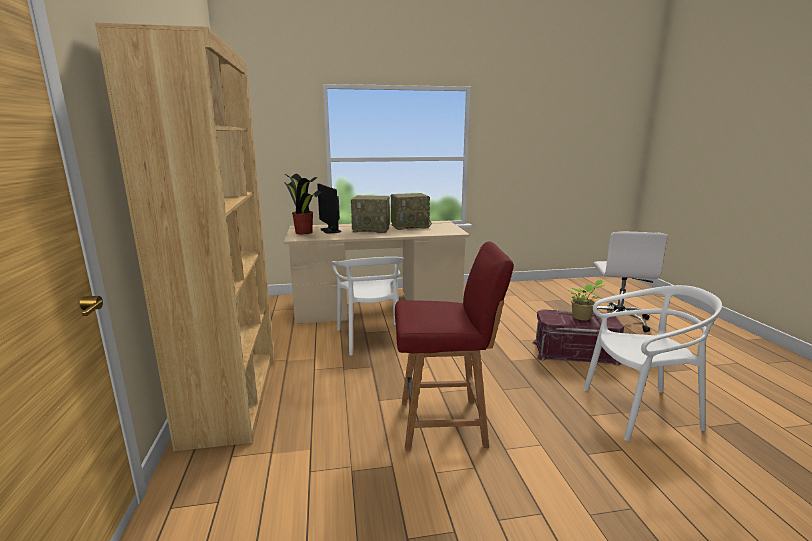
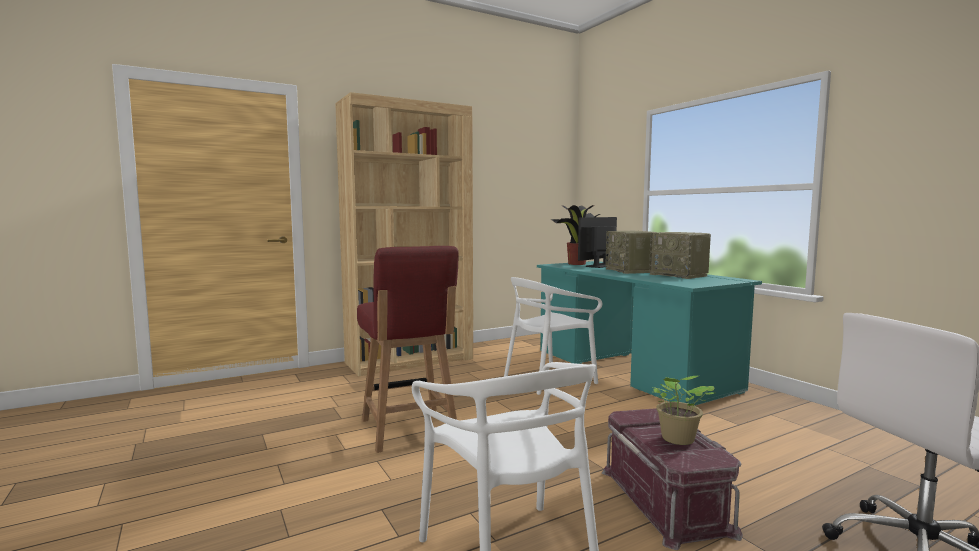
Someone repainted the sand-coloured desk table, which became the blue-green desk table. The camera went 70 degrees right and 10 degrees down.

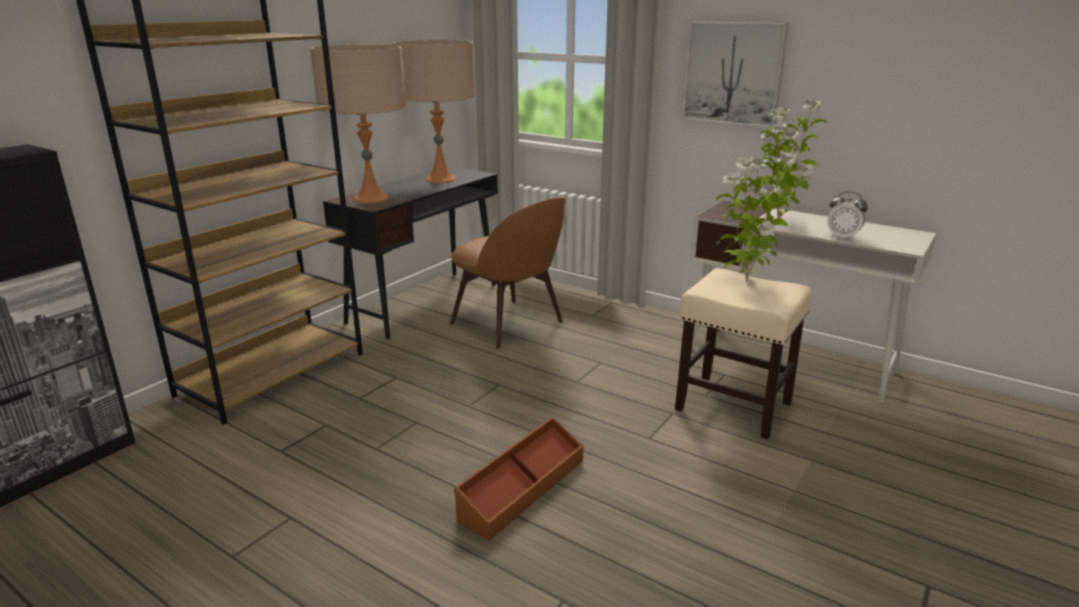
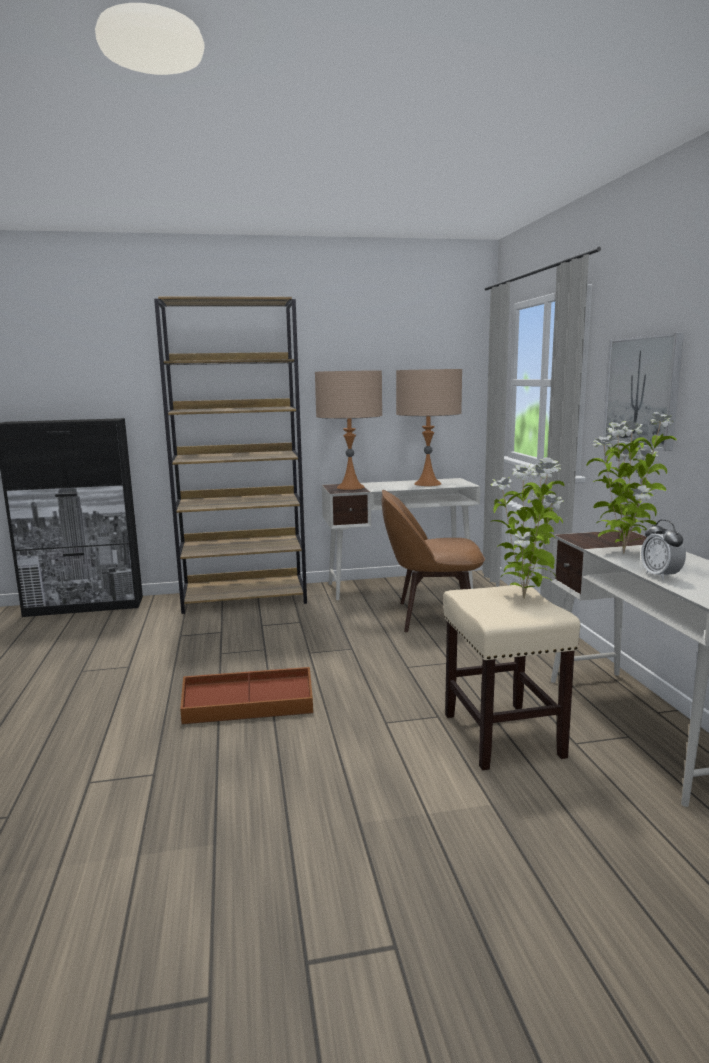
Someone repainted the blackish desk table, which became the white-coloured desk table (1st from left). Someone rotated the brown upright chair by 90 degrees clockwise. The camera went 45 degrees right and 10 degrees down.

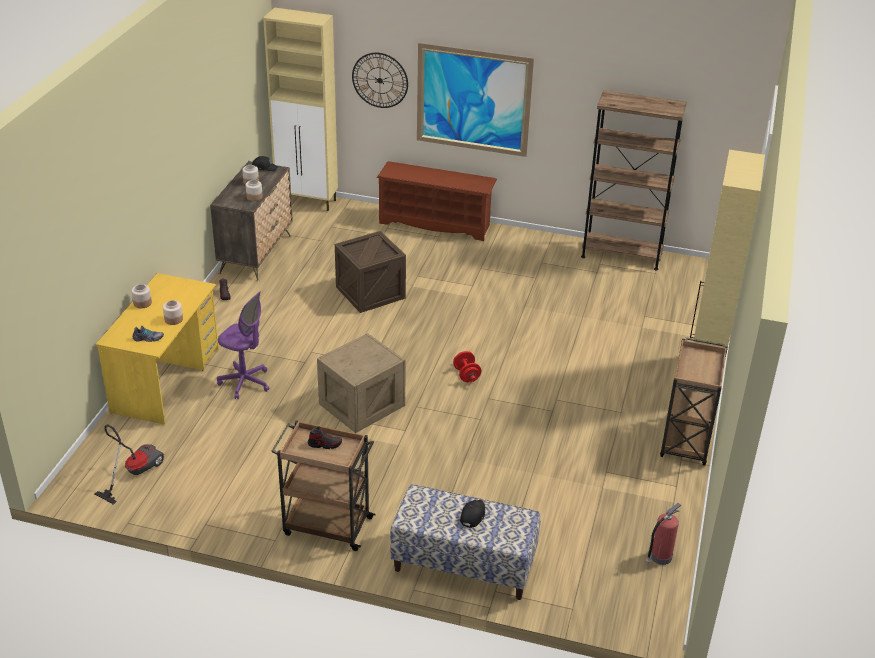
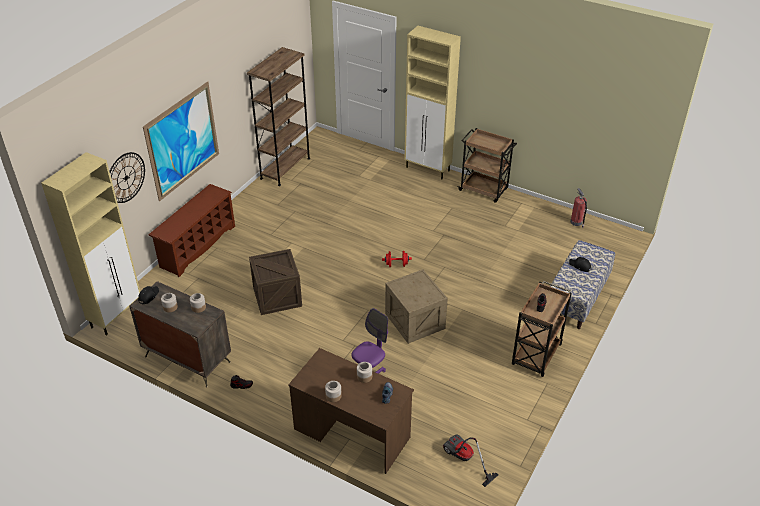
Someone repainted the yellow desk table, which became the brown desk table. The camera went 75 degrees left and 5 degrees up.

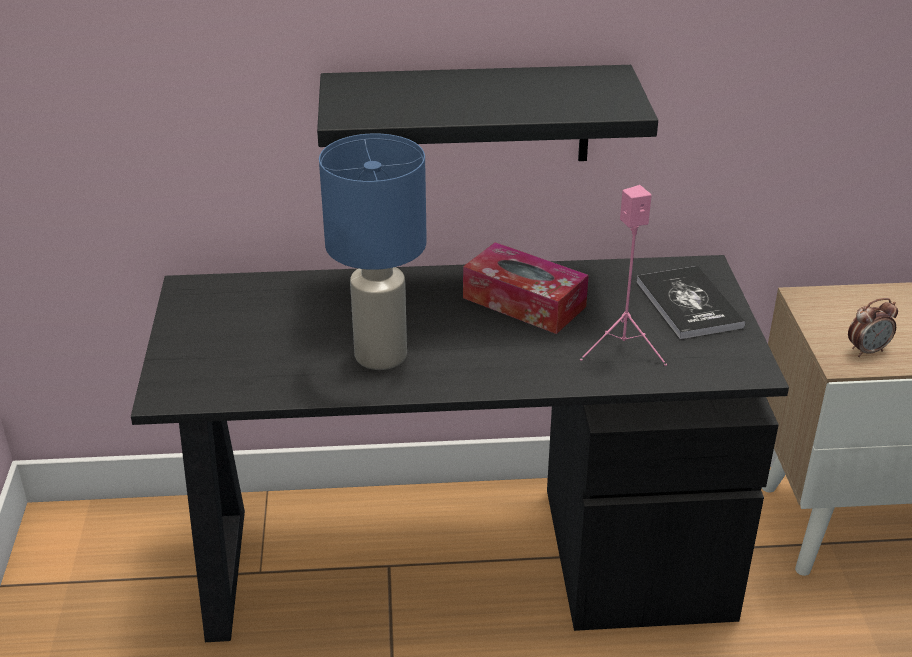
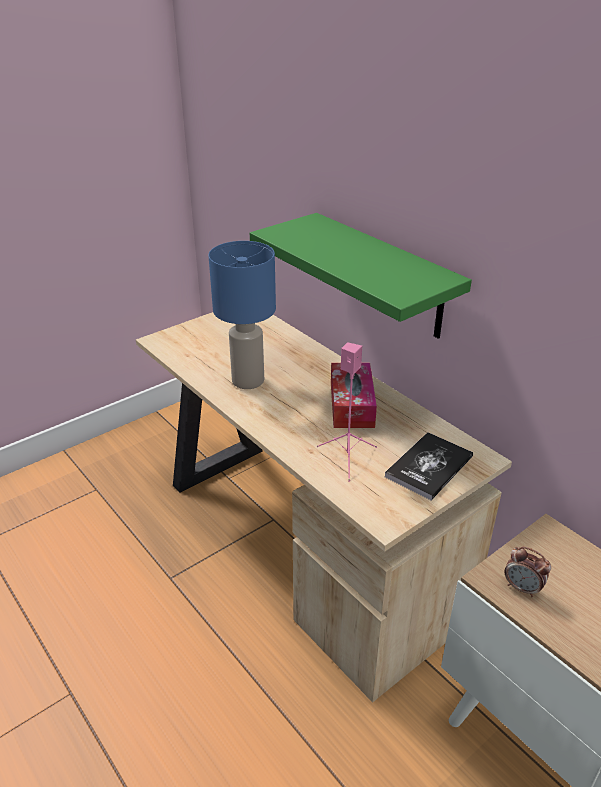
Someone repainted the blackish desk table, which became the sand-coloured desk table. Someone repainted the blackish wall shelf, which became the green wall shelf. The camera went 55 degrees right and 0 degrees up.

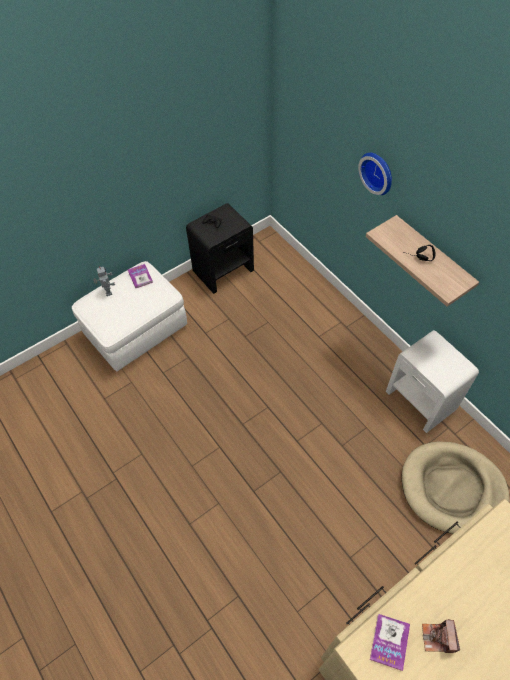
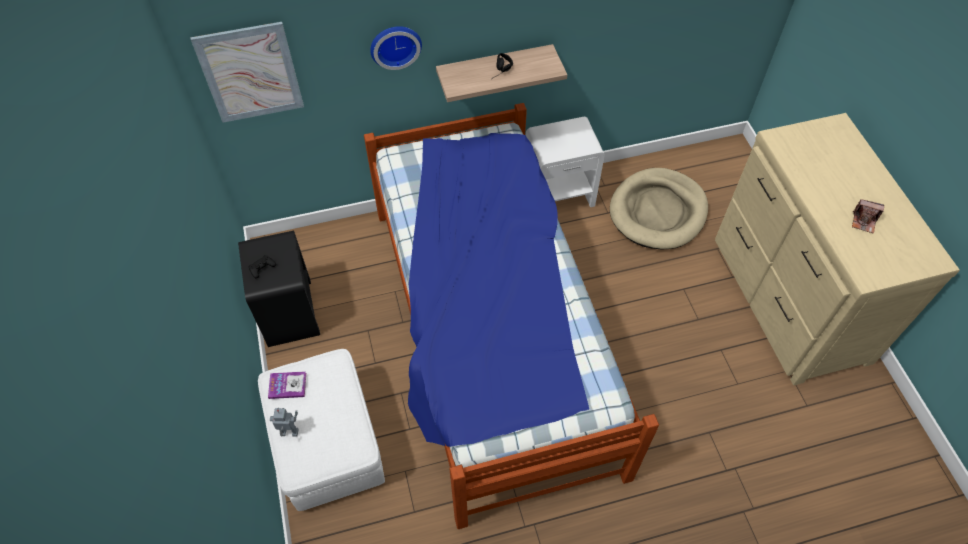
Someone took away the book (2nd from left). Someone put up the wall art. Someone put down the bed. The camera went 70 degrees left and 0 degrees up.

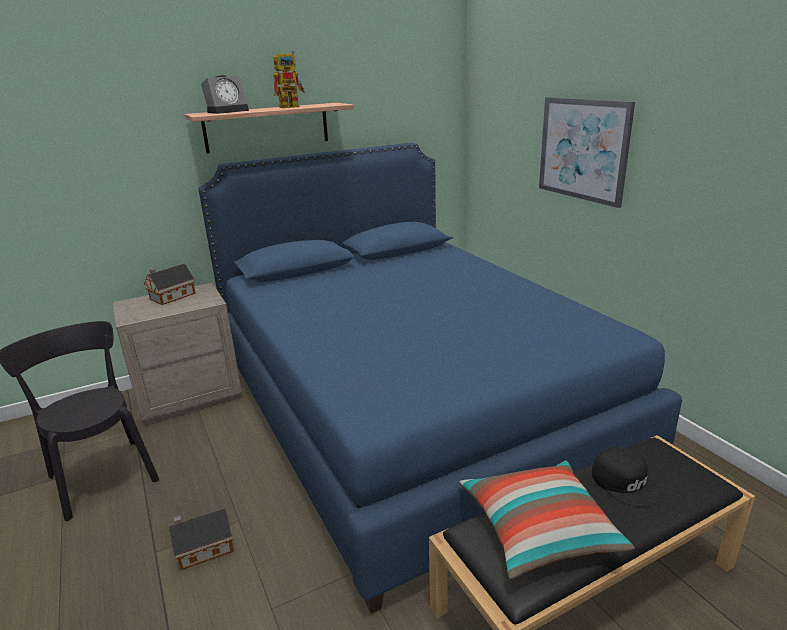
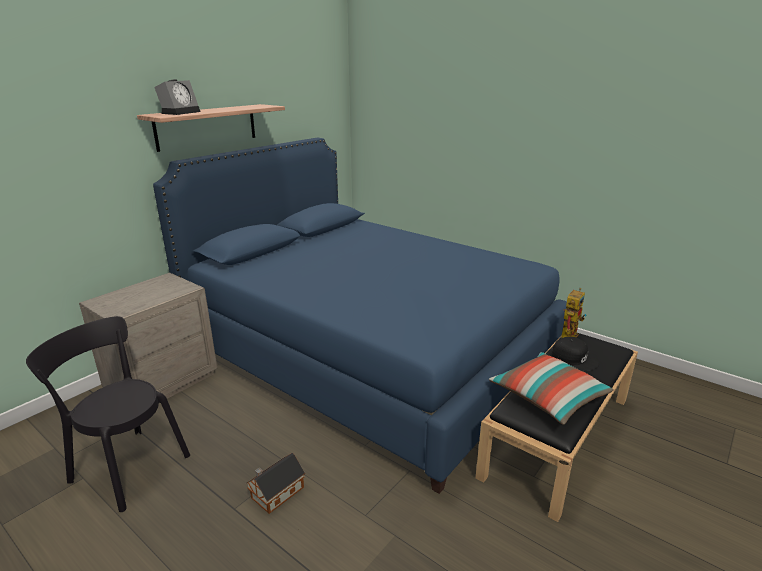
Someone took away the miniature house (1st from left). Someone took away the wall art. Someone carried the model robot. The camera went 25 degrees left and 0 degrees up.

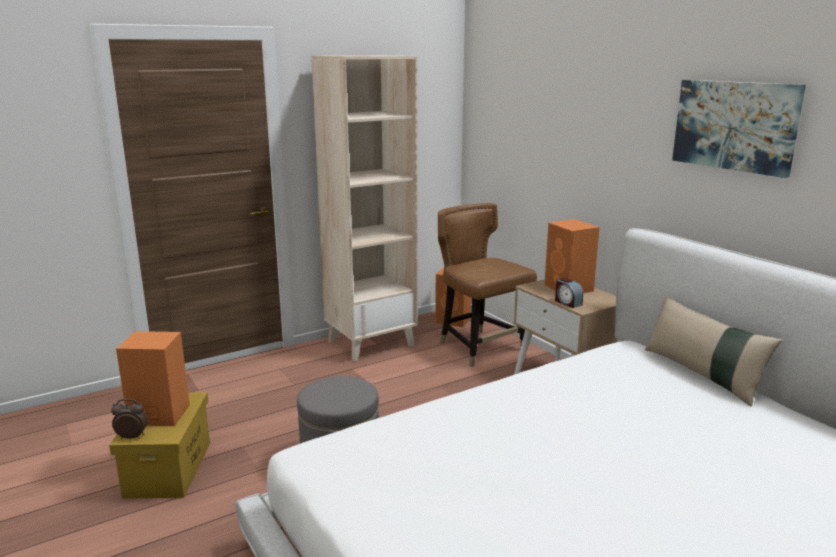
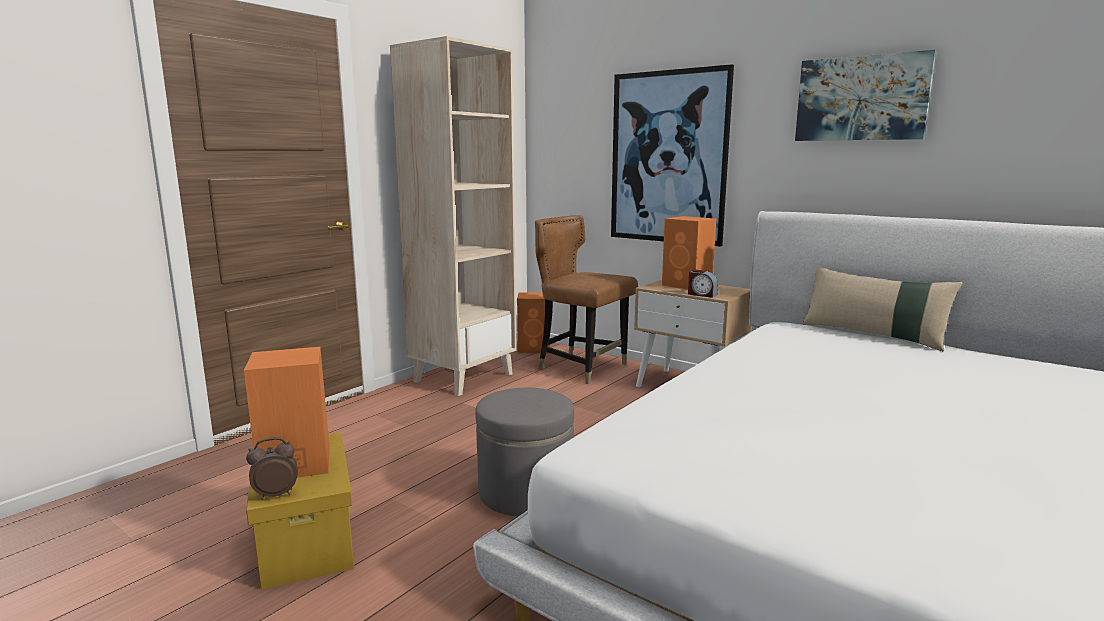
Someone put up the wall art (1st from left). The camera went 20 degrees left and 5 degrees down.

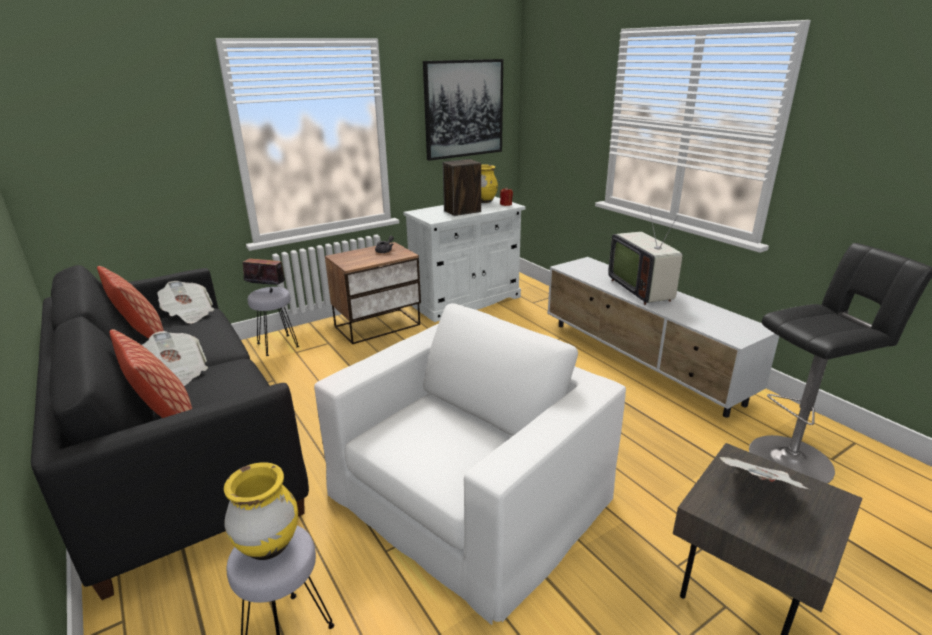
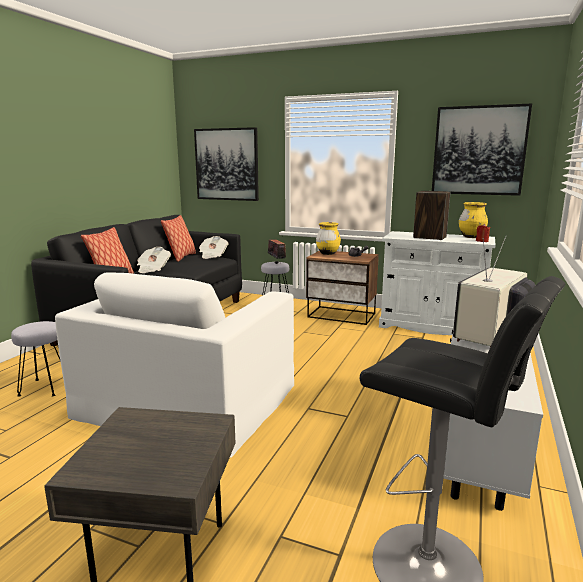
Someone took away the printed paper (3rd from left). Someone put up the wall art (1st from left). Someone carried the yellow flower vase (1st from left). Someone rotated the white-coloured armchair by 105 degrees clockwise. The camera went 55 degrees right and 10 degrees down.

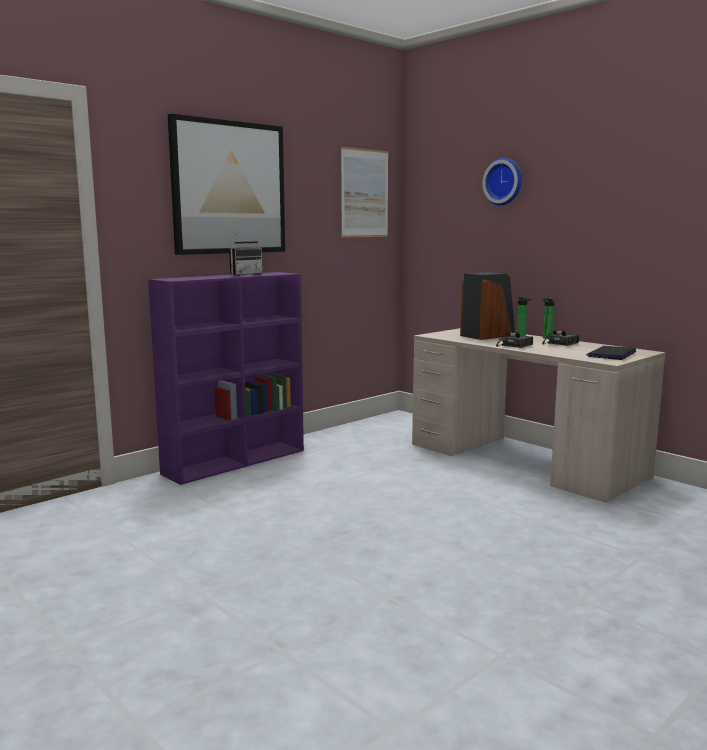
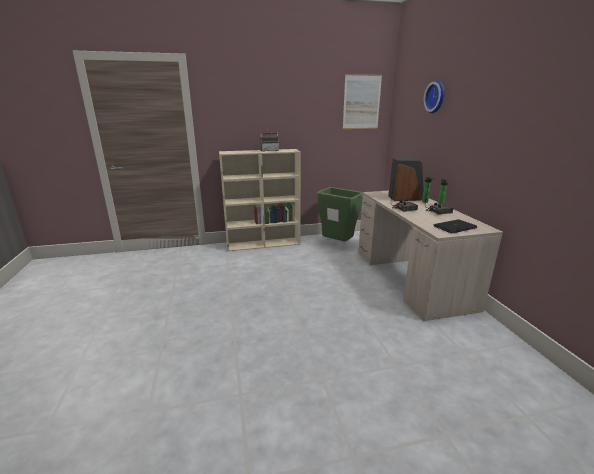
Someone took away the wall art (1st from left). Someone put down the green trash can. Someone repainted the purplish bookshelf, which became the sand-coloured bookshelf. The camera went 30 degrees right and 10 degrees up.

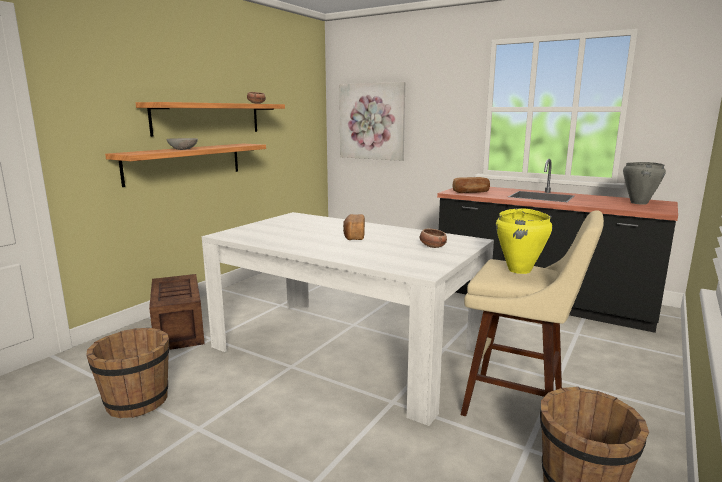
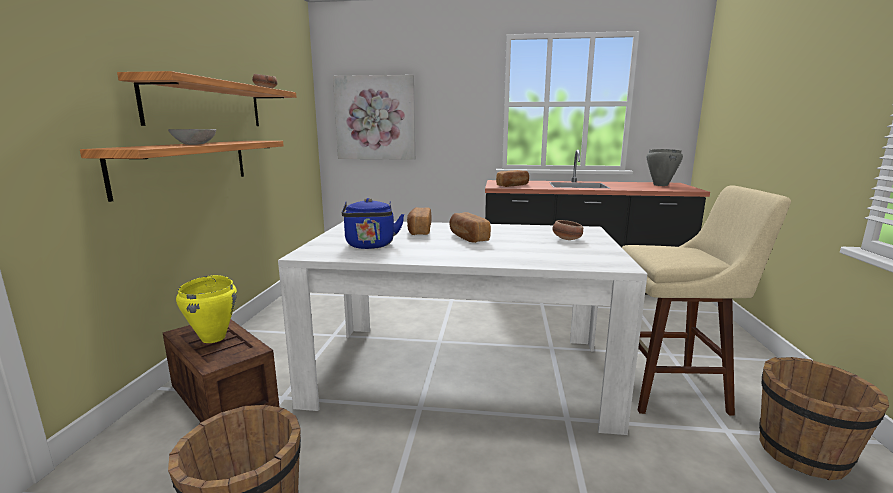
Someone put down the bluish water kettle. Someone put down the bakery bread (1st from left). Someone carried the yellow cooking pot. The camera went 25 degrees left and 0 degrees up.

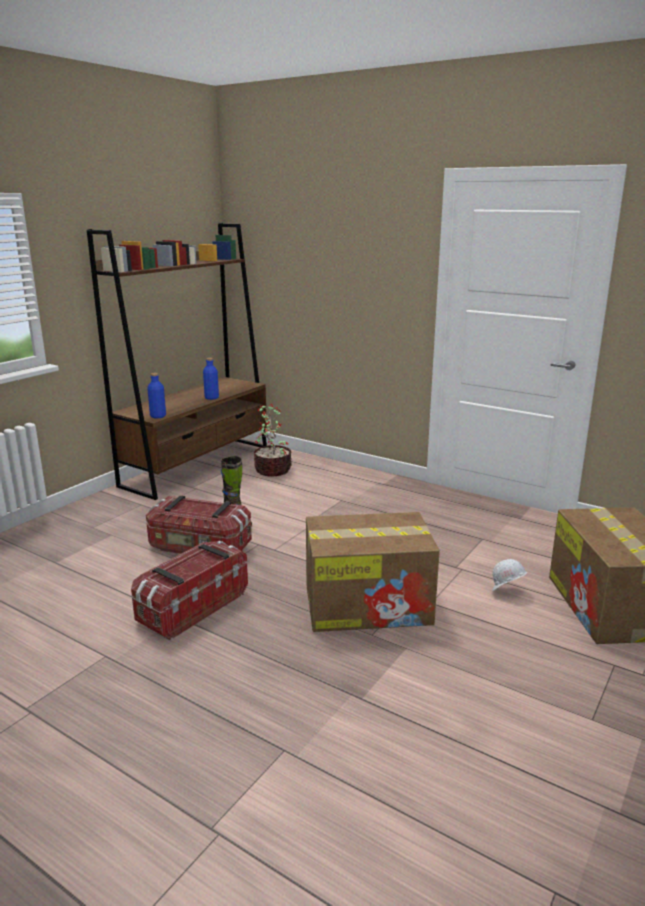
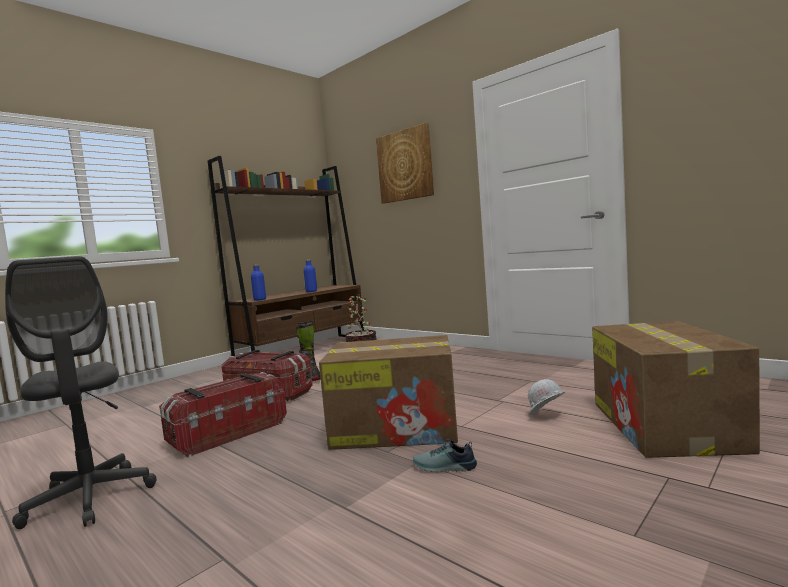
Someone put down the greyish office chair. Someone put up the wall art. Someone put down the low shoe. The camera went 10 degrees right and 15 degrees down.

